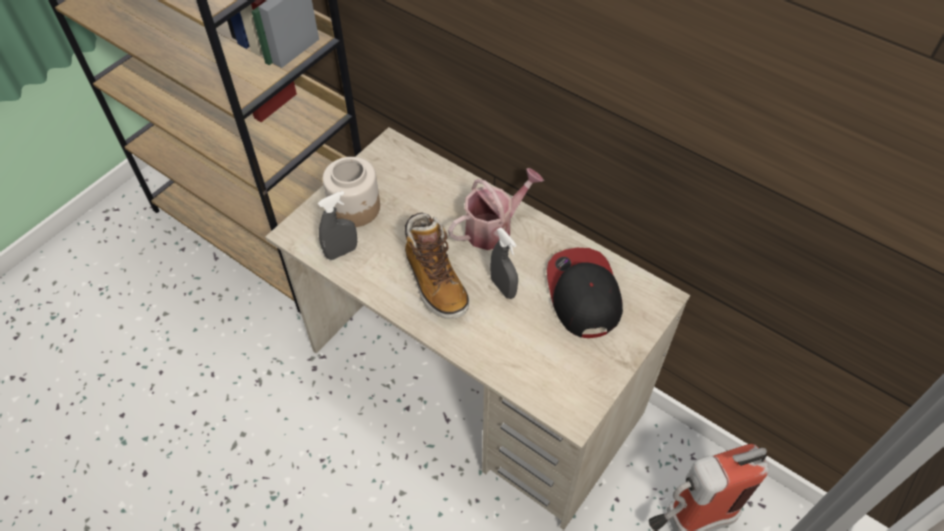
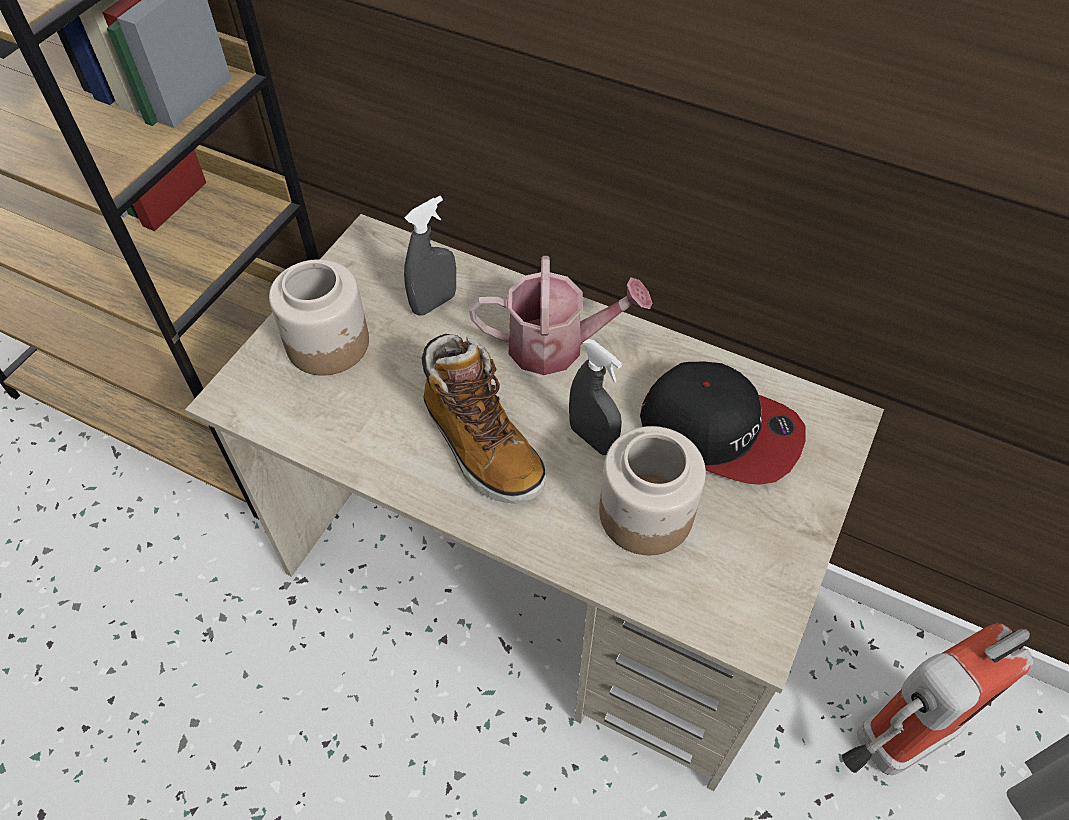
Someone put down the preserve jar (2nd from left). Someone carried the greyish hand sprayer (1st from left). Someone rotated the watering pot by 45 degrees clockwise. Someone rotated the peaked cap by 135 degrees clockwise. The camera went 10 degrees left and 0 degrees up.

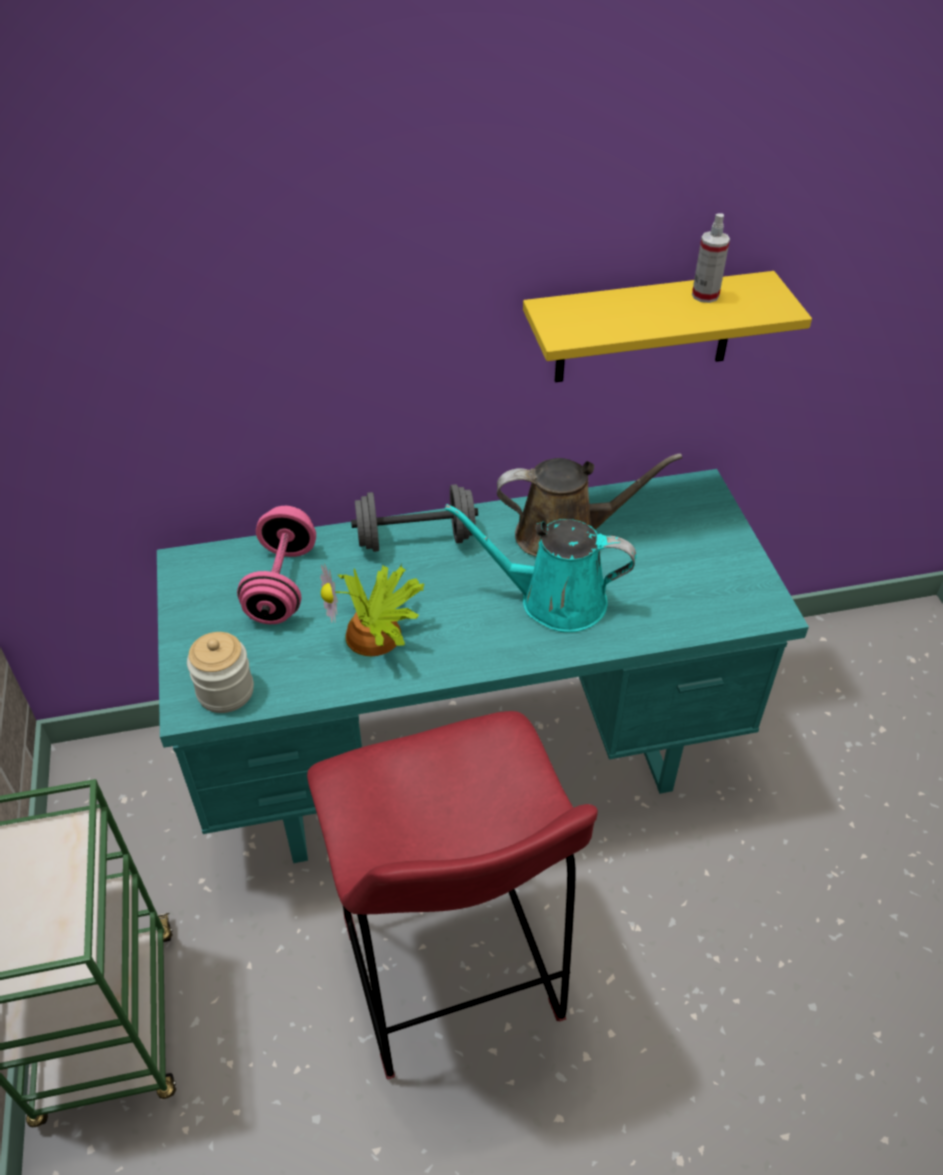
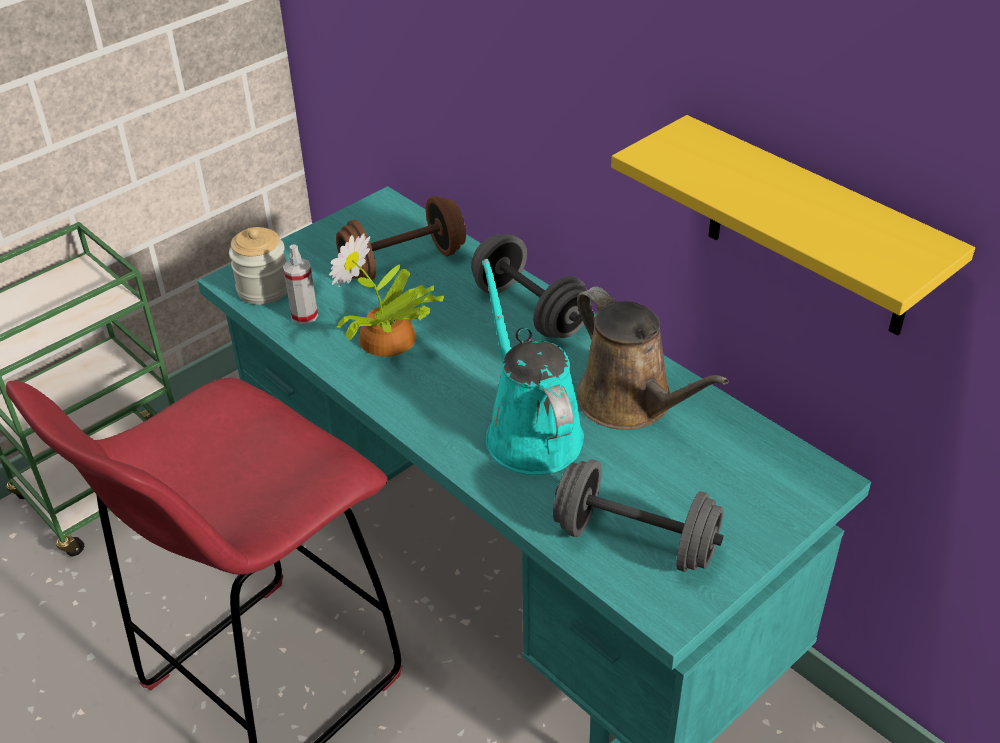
Someone put down the greyish hand weight (2nd from left). Someone carried the hand sprayer. Someone repainted the pink hand weight, which became the brown hand weight. The camera went 60 degrees right and 5 degrees down.

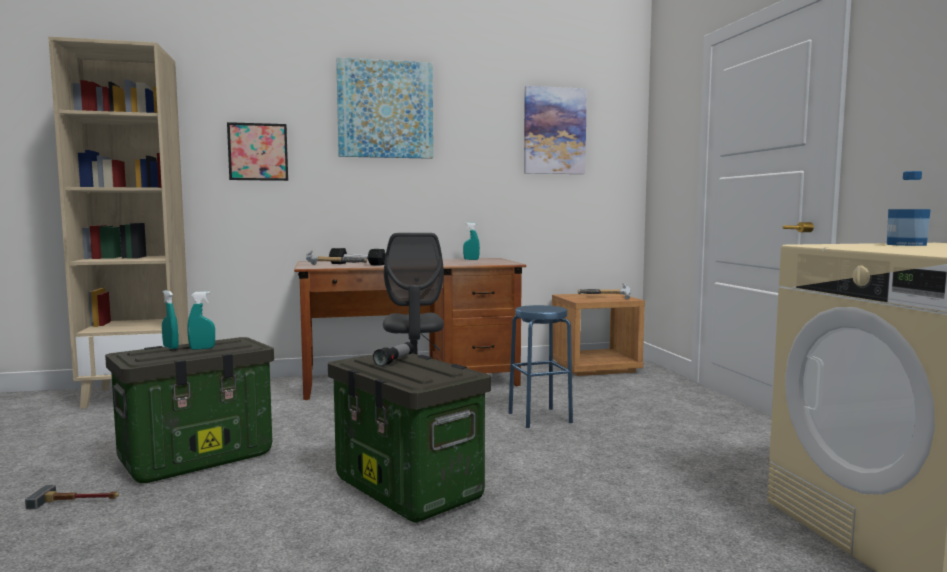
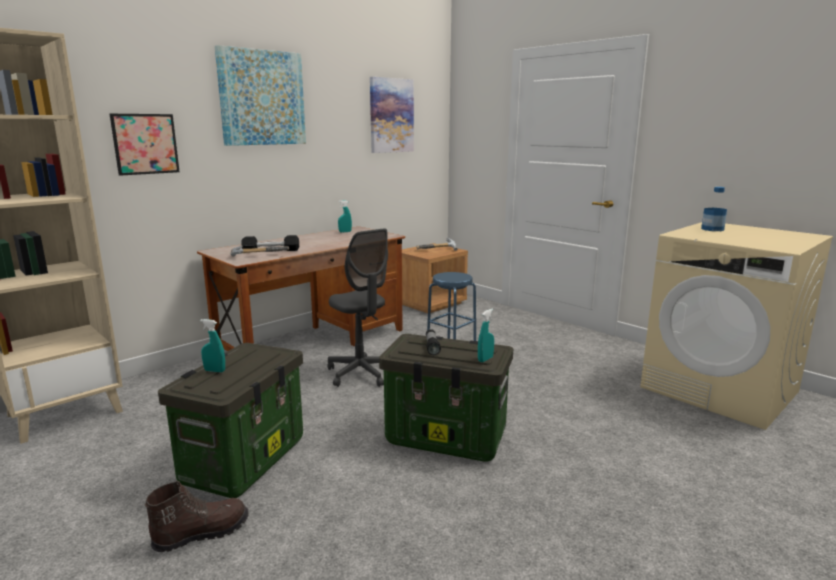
Someone carried the blue-green hand sprayer (2nd from left in the first image). Someone swapped the tool hammer (1st from left) for the brown tall boot. The camera went 30 degrees left and 10 degrees up.

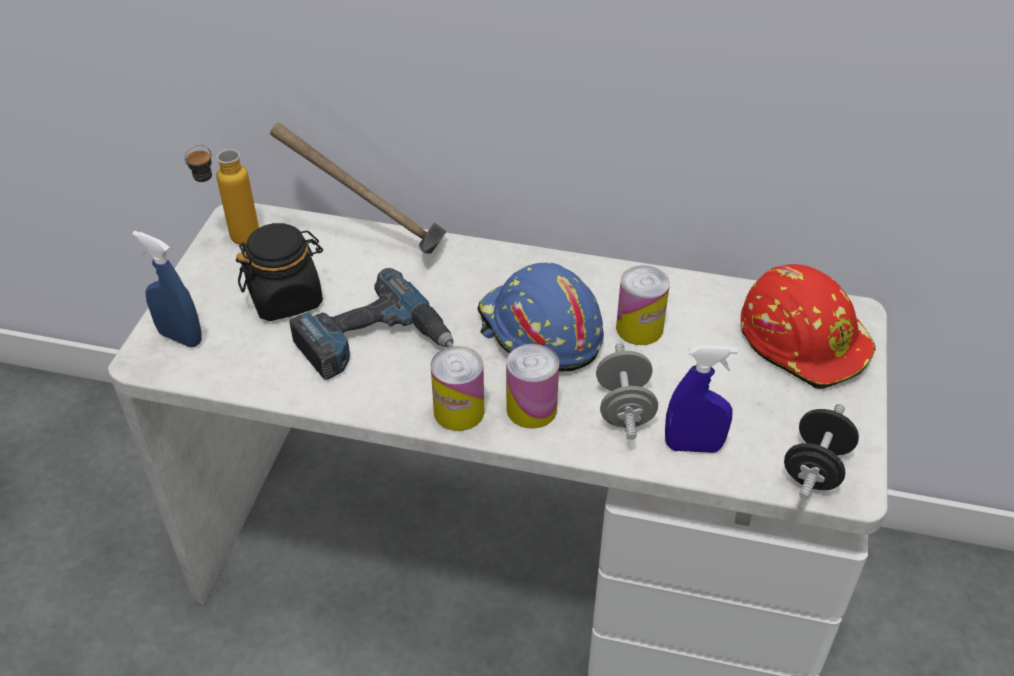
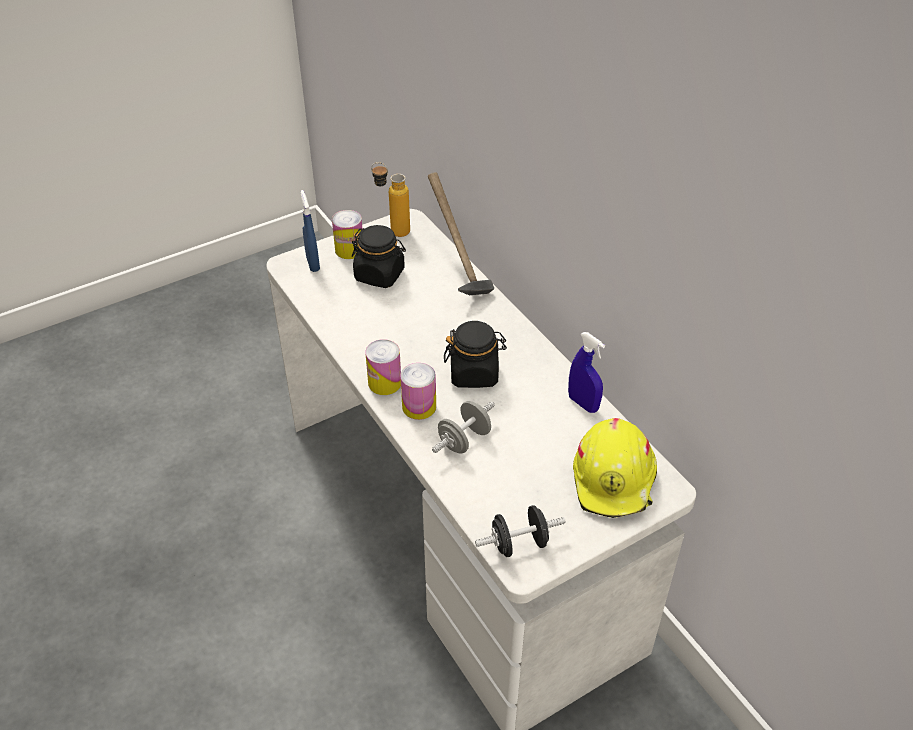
Someone took away the electric drill. Someone carried the sealed can (3rd from left in the first image). Someone carried the bluish hand sprayer (2nd from left). Someone swapped the bluish safety helmet for the blackish preserve jar (2nd from left). Someone repainted the red safety helmet, which became the yellow safety helmet. The camera went 45 degrees right and 0 degrees up.

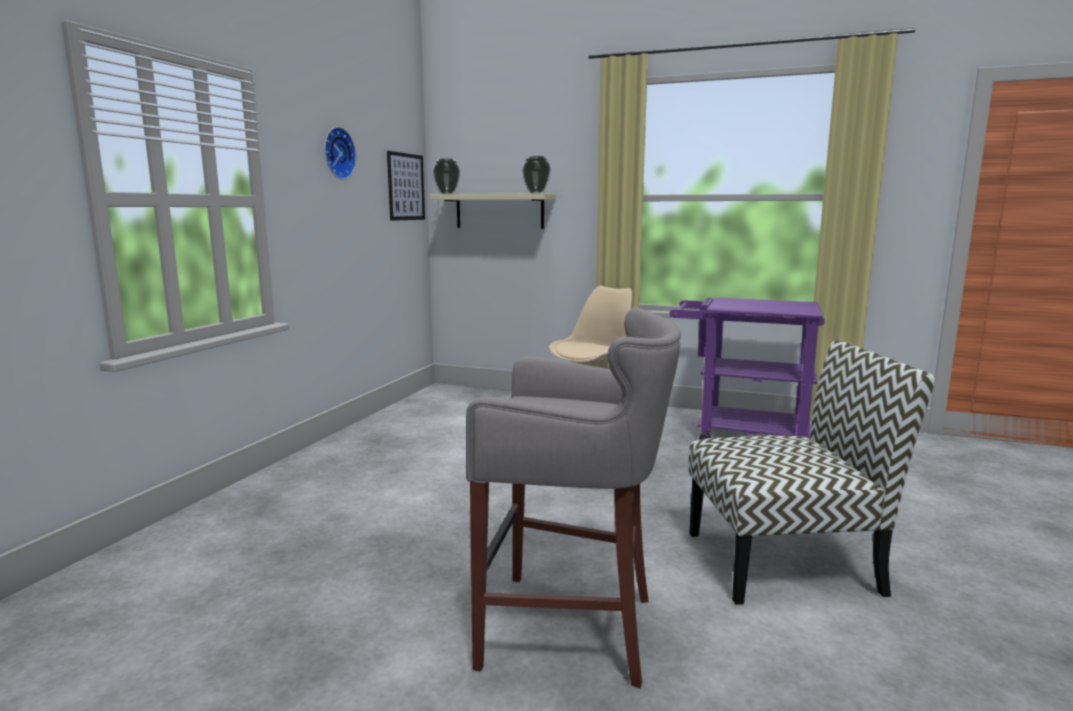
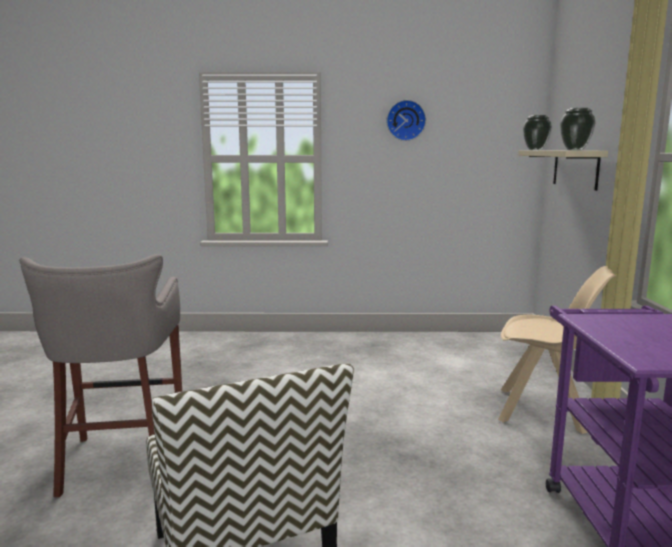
Someone took away the wall art. The camera went 70 degrees right and 0 degrees up.

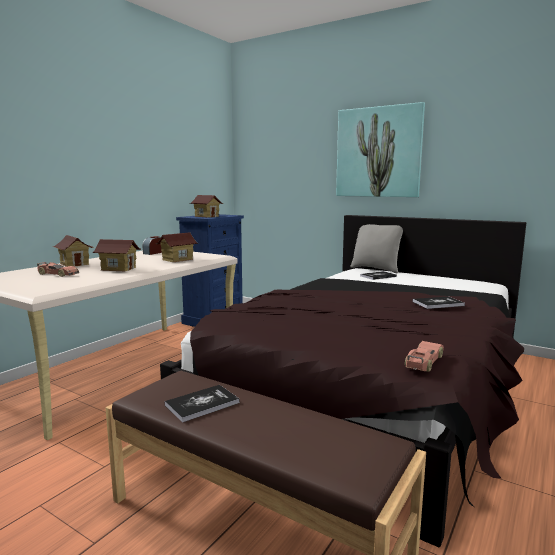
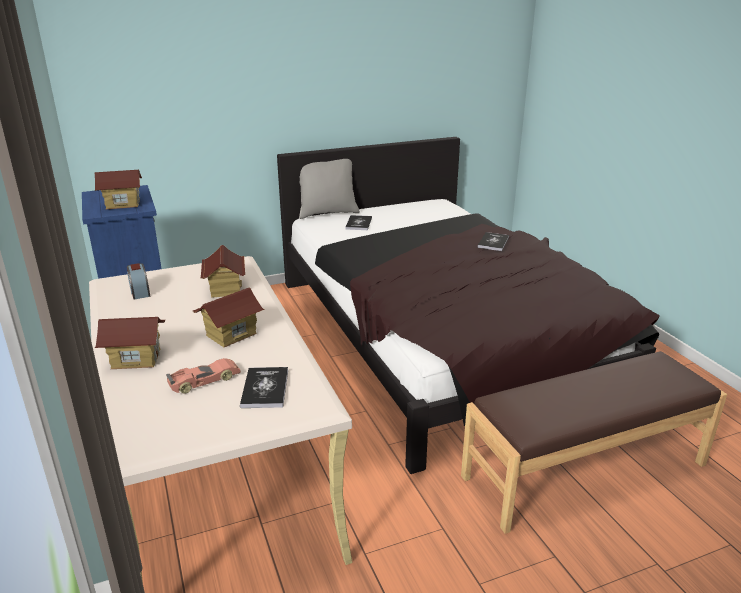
Someone took away the wall art. Someone took away the model car (2nd from left). Someone carried the book (1st from left). The camera went 55 degrees left and 15 degrees up.

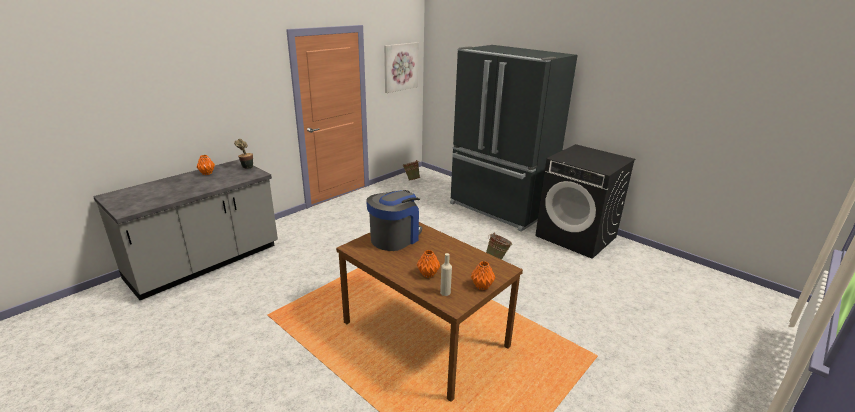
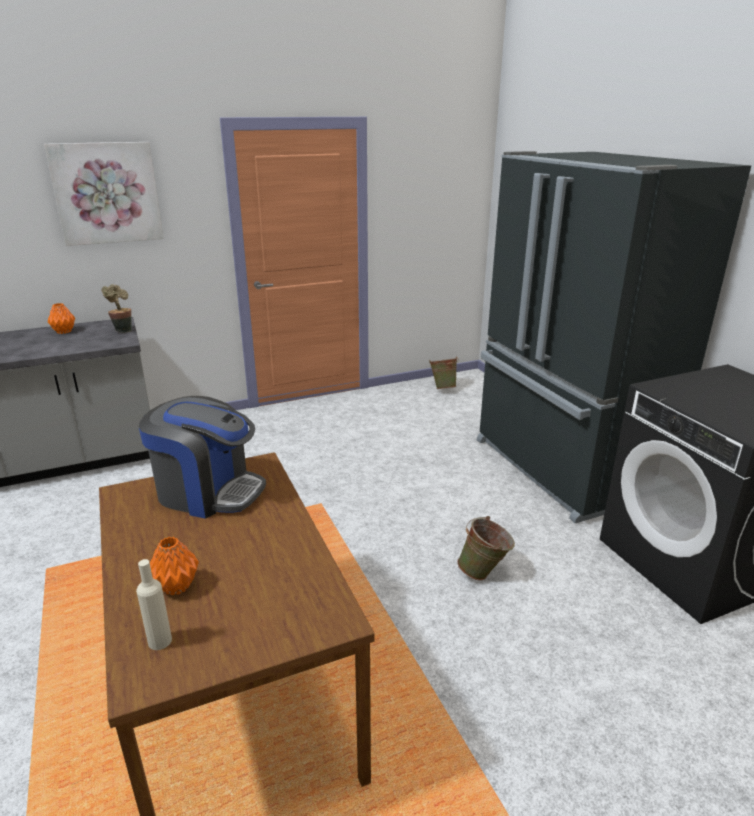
Someone took away the orange flower vase (3rd from left). Someone carried the wall art. Someone rotated the coffee machine by 45 degrees clockwise. The camera went 25 degrees right and 0 degrees up.

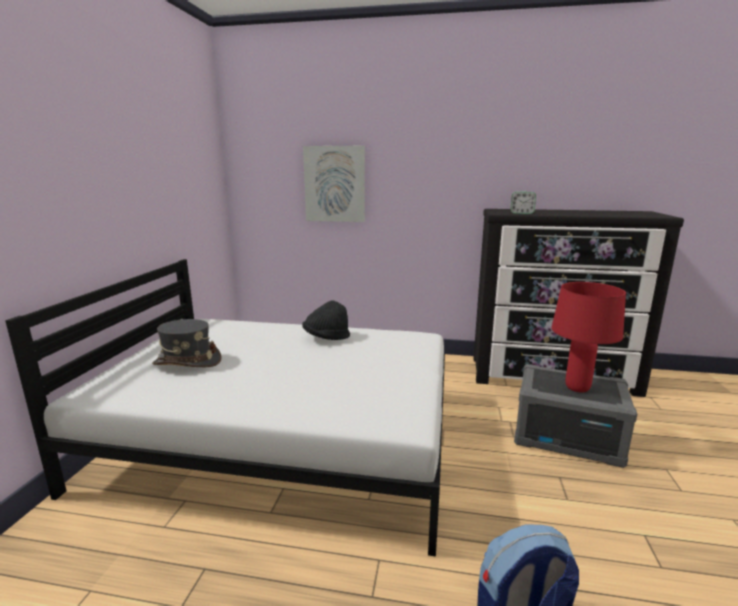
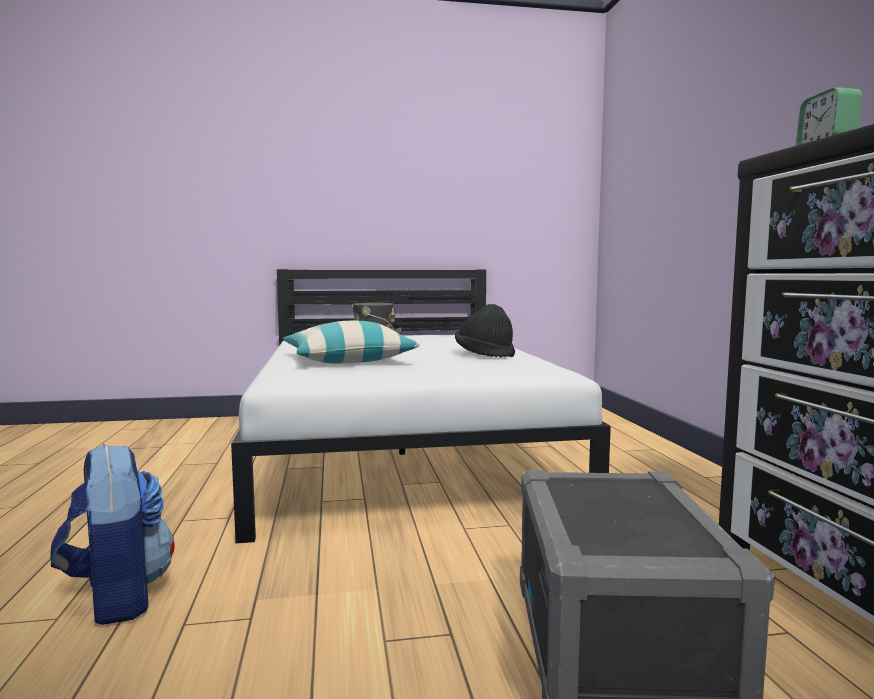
Someone took away the wall art. Someone took away the red lamp for a table. Someone put down the cushion. The camera went 70 degrees right and 10 degrees down.

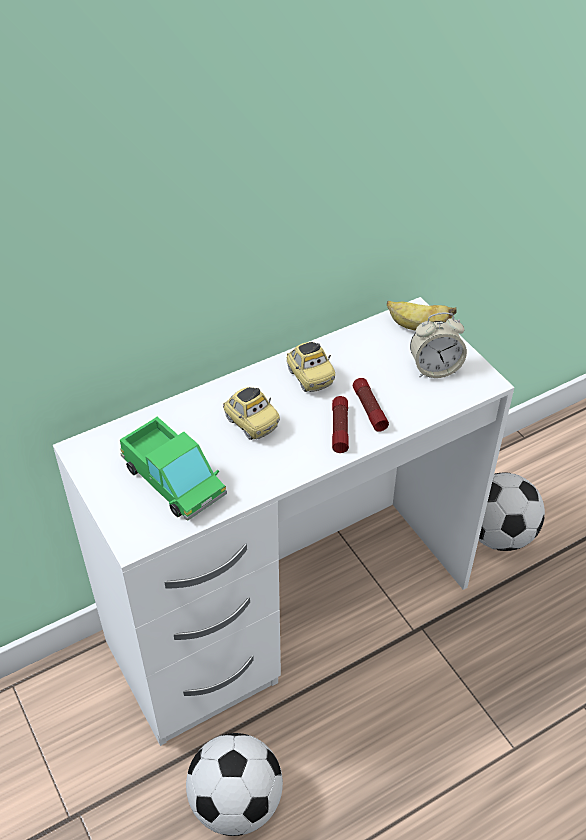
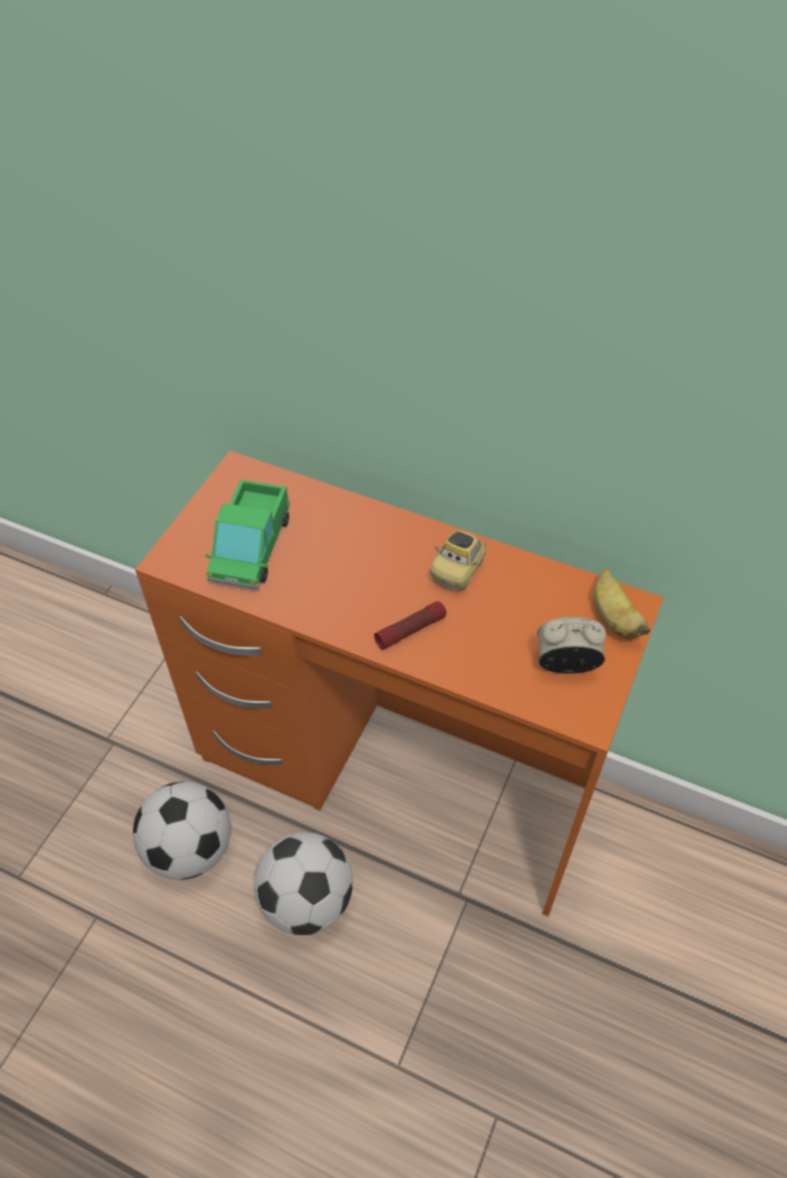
Someone took away the model car (1st from left). Someone took away the torch (2nd from left). Someone carried the ball for football (2nd from left). Someone repainted the white-coloured desk table, which became the orange desk table. Someone rotated the bedside clock by 135 degrees clockwise. The camera went 55 degrees right and 5 degrees up.

